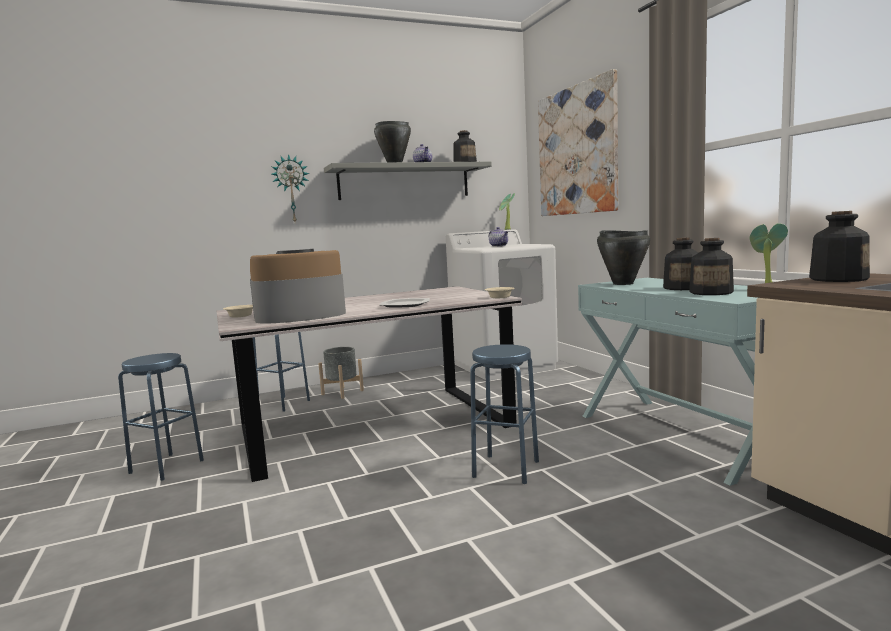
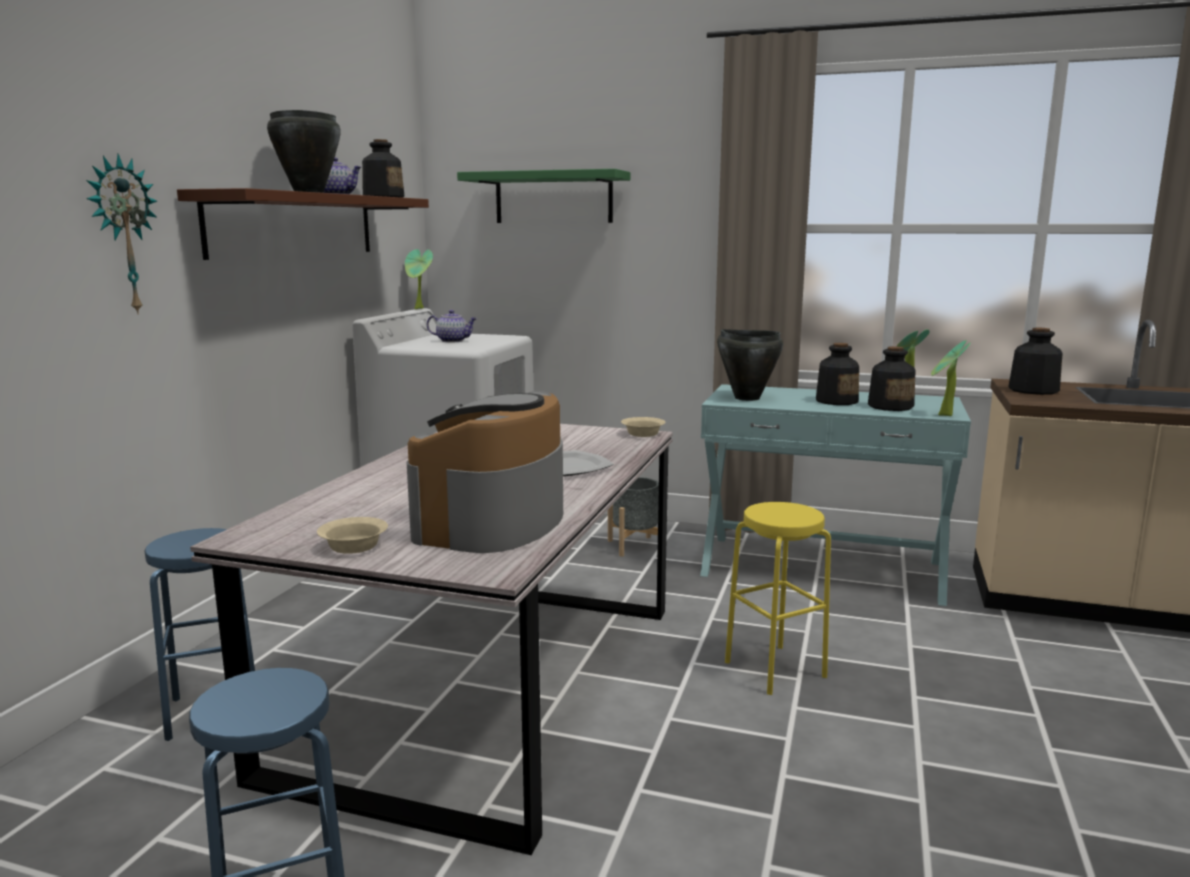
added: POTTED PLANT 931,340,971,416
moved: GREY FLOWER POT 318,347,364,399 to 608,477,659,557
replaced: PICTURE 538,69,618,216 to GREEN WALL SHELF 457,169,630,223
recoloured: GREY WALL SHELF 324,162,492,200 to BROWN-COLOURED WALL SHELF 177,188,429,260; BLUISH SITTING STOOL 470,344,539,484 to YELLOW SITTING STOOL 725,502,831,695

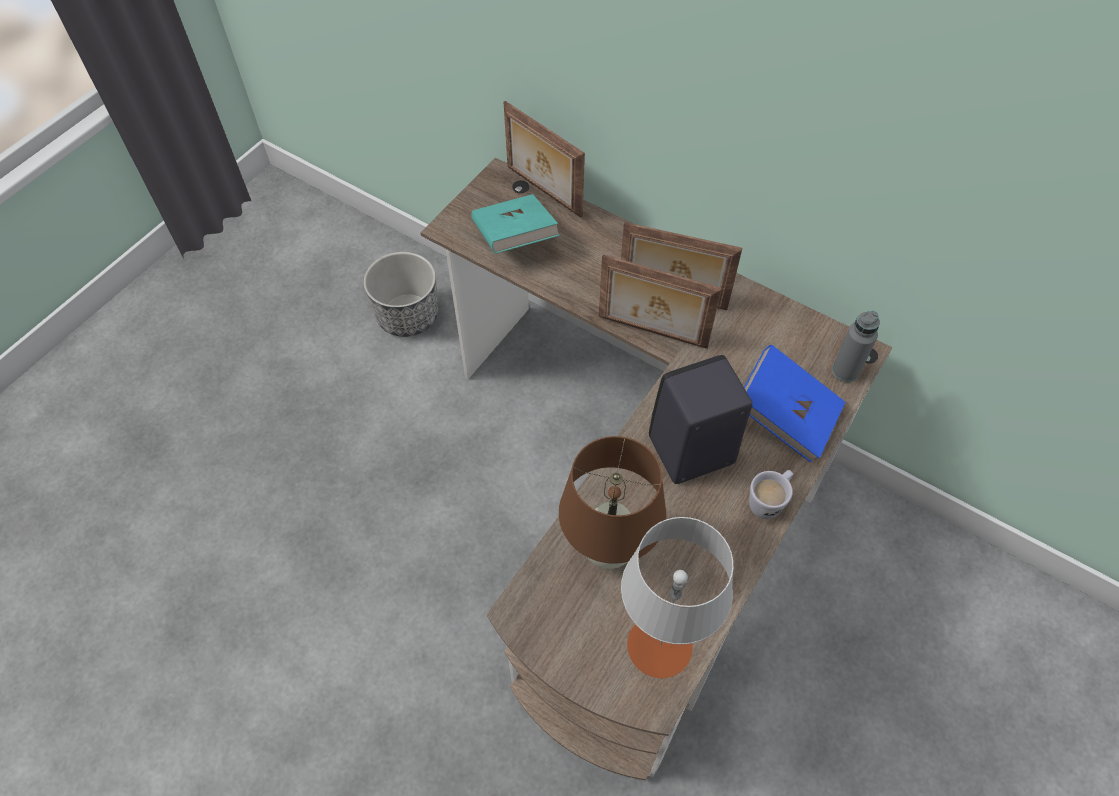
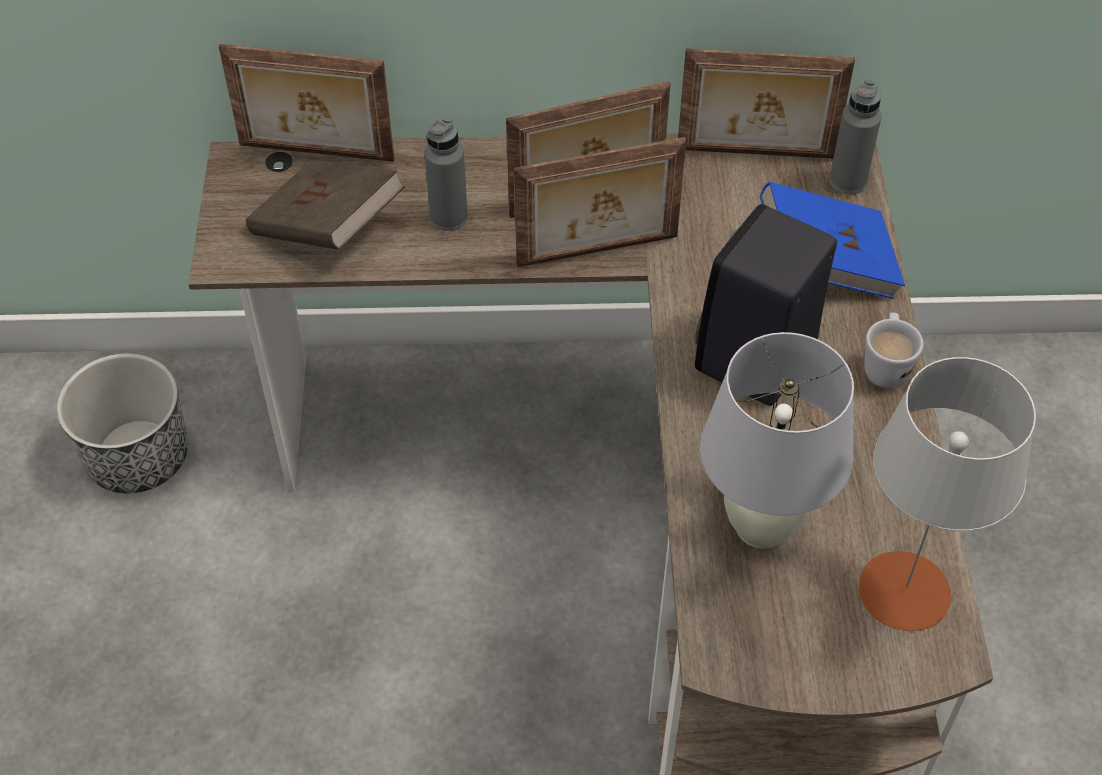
added: GREY BEVERAGE BOTTLE 424,116,468,231; PHOTO FRAME 678,49,855,158
recoloured: TURQUOISE-COLOURED VOLUME 471,194,560,254 to BROWN-COLOURED VOLUME 246,160,405,250; BROWN-COLOURED LAMP FOR A TABLE 559,436,666,569 to WHITE LAMP FOR A TABLE 700,332,854,549

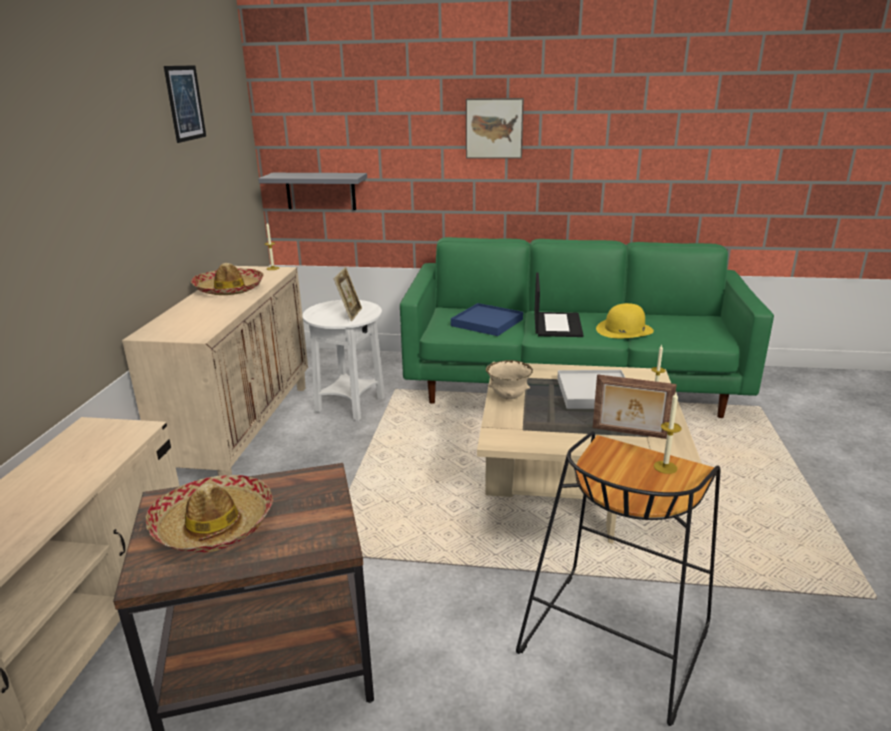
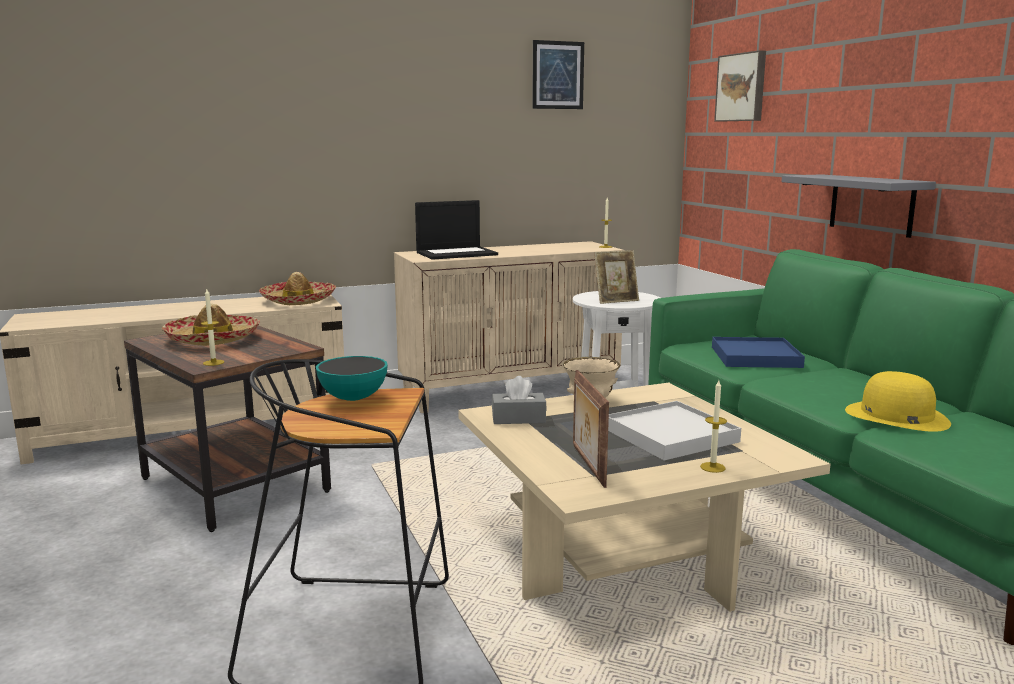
added: DEEP DISH 316,356,388,401; GREY TISSUE HOLDER 492,376,547,424
moved: CLOTHING HAT 191,263,264,295 to 259,272,336,305; GREY WALL SHELF 258,173,367,210 to 782,174,936,238; PICTURE 466,98,524,159 to 714,50,766,122; PORTABLE COMPUTER 534,273,583,337 to 415,200,498,260; CANDLE 654,392,681,474 to 201,289,224,366

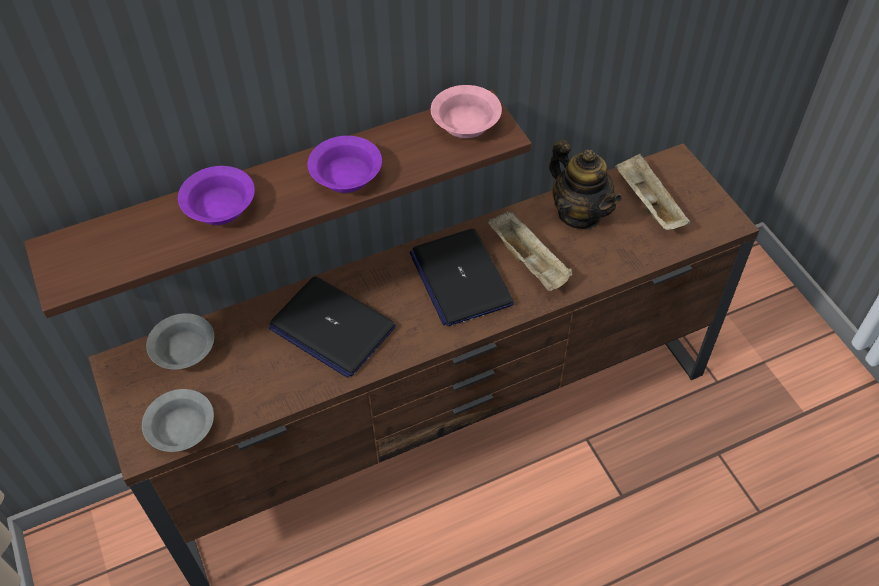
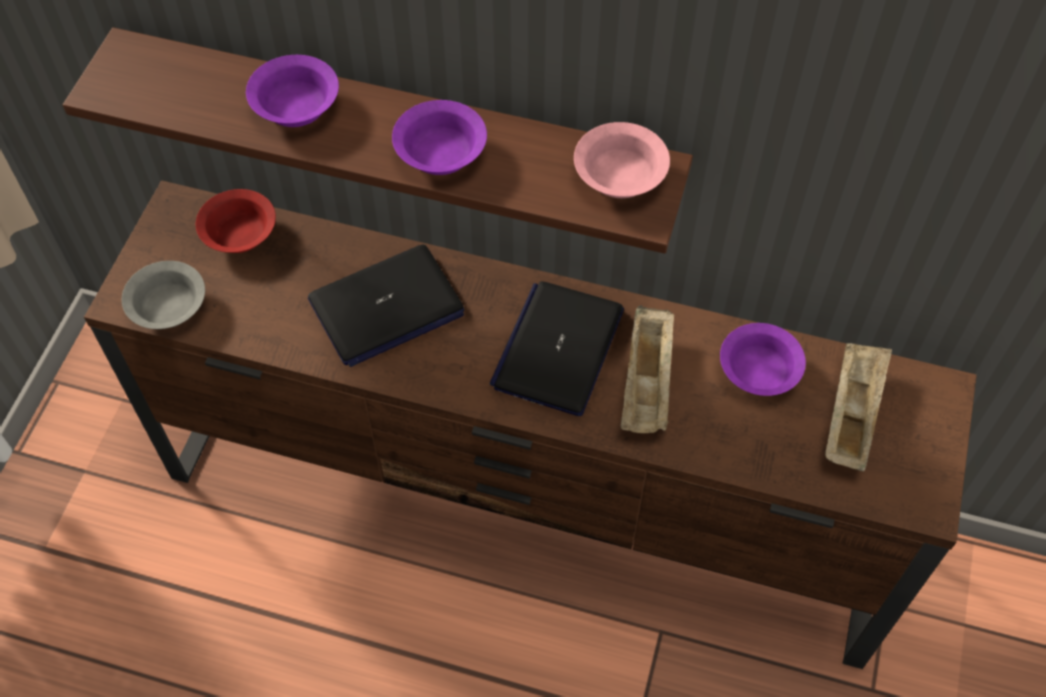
replaced: TEA POT 549,140,622,229 to PURPLE-COLOURED DEEP DISH 720,323,806,396
recoloured: GREY DEEP DISH 146,313,214,369 to RED-COLOURED DEEP DISH 196,189,276,253
turned: PORTABLE COMPUTER 269,276,396,378 = 308,244,464,367 105 degrees counterclockwise

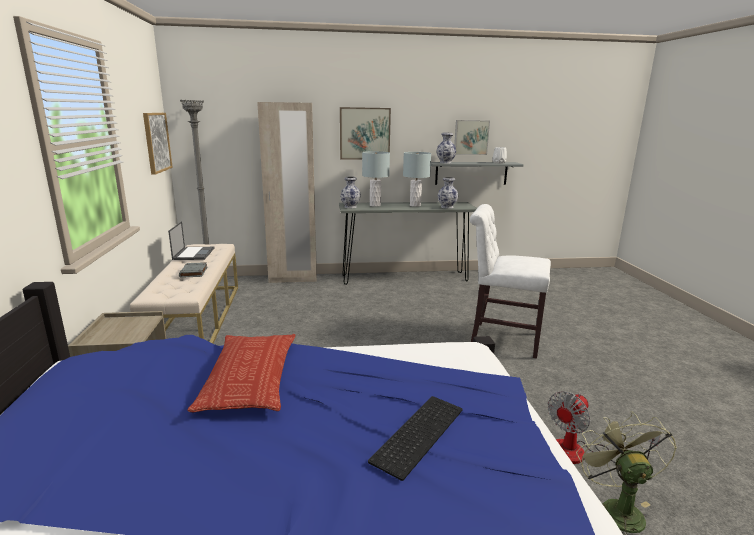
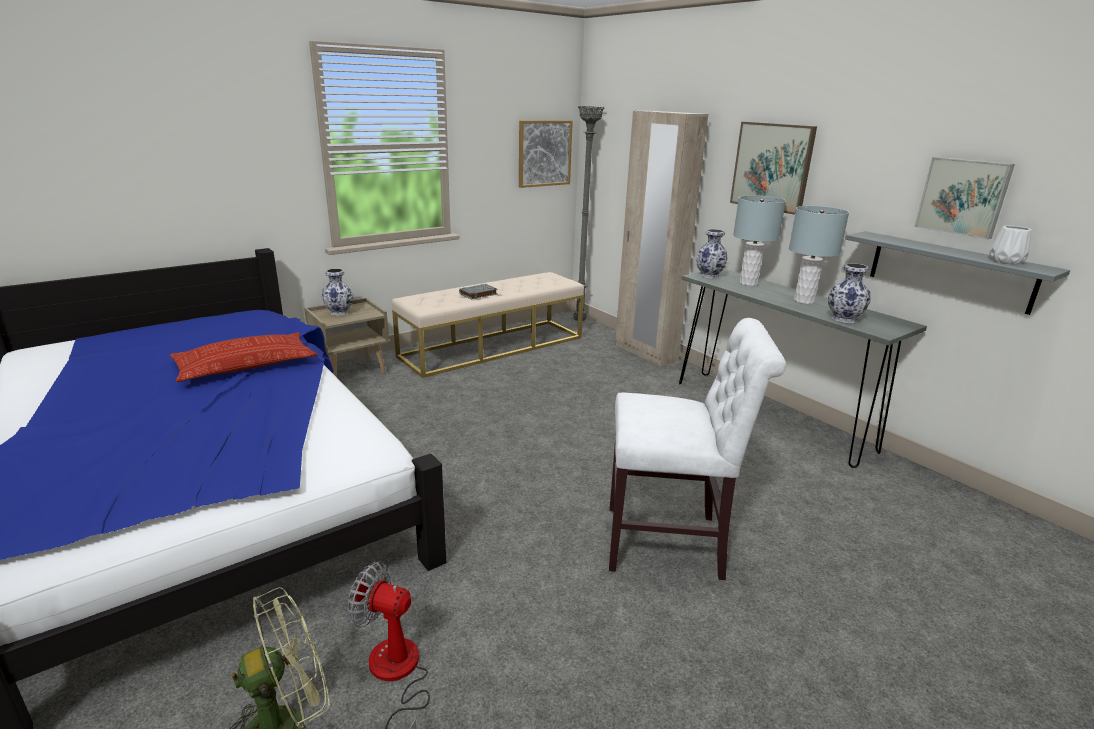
removed: PORTABLE COMPUTER 168,221,214,260; KEYBOARD 368,396,463,481
moved: DECORATIVE VASE 437,133,456,164 to 322,269,353,316
turned: WHITE CHAIR 470,204,551,359 = 609,318,786,580 105 degrees clockwise

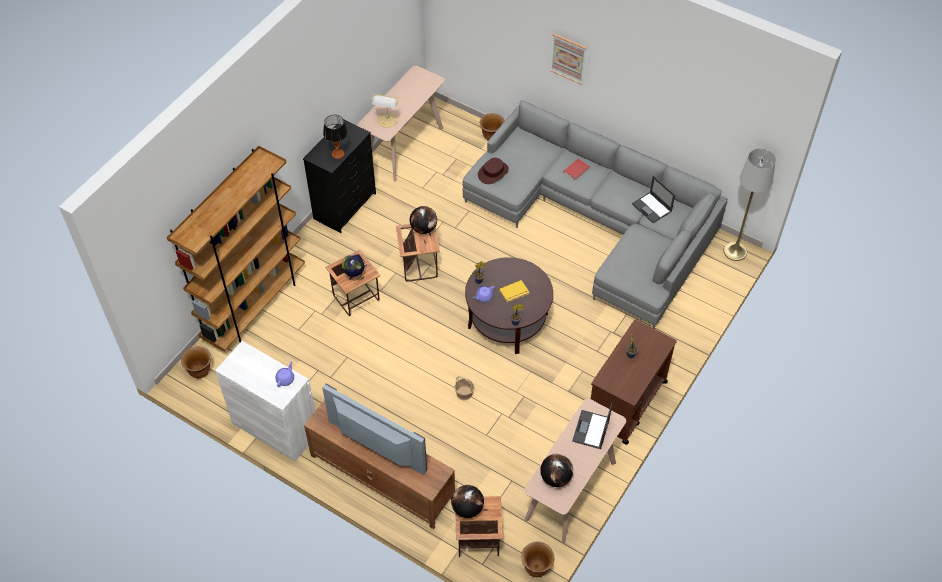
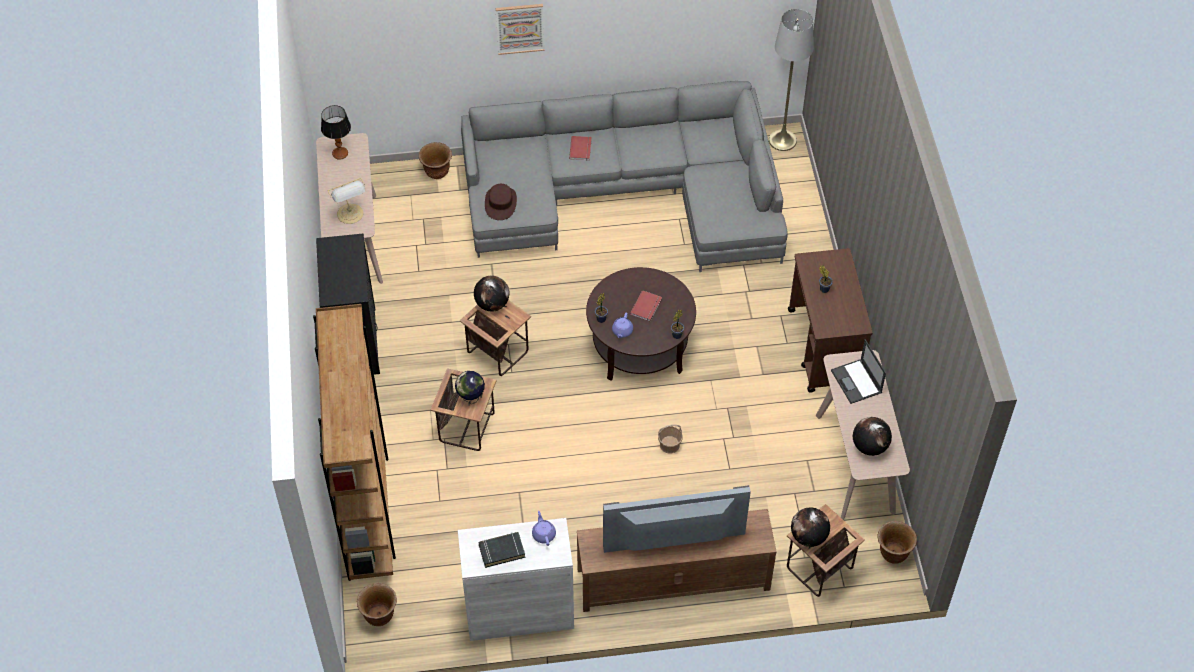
removed: PORTABLE COMPUTER 632,176,675,223
added: BLACK VOLUME 479,532,525,568
moved: LAMP FOR A TABLE 323,115,348,159 to 321,105,351,160
recoloured: YELLOW VOLUME 500,280,530,303 to RED-COLOURED VOLUME 630,290,662,321

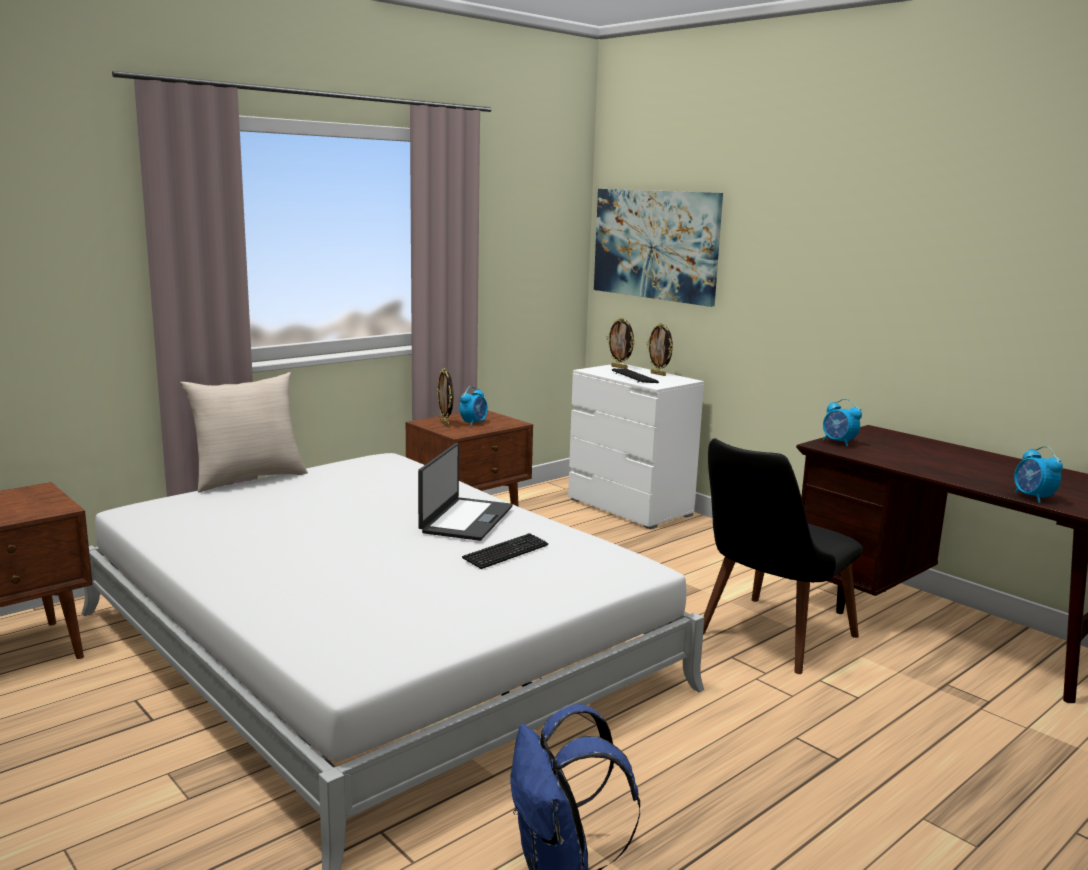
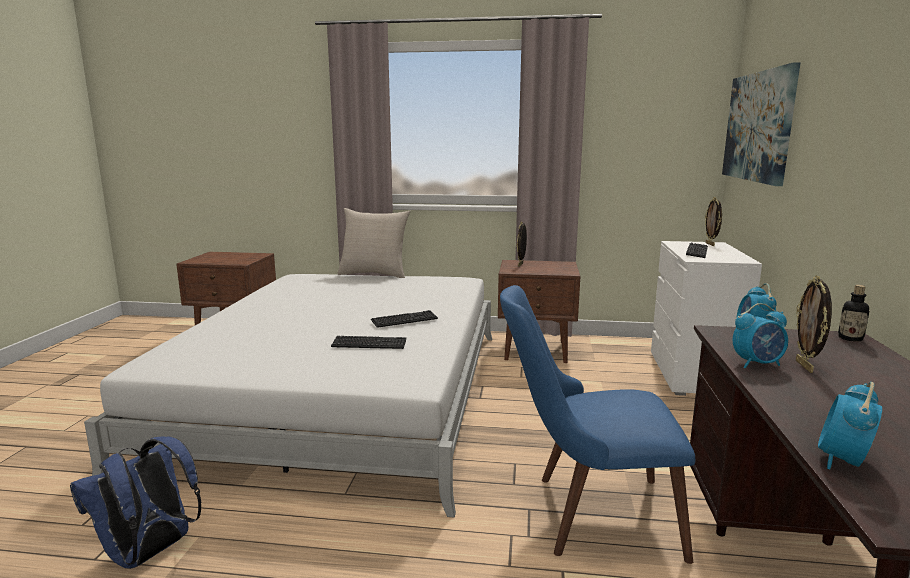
added: BEVERAGE BOTTLE 838,285,869,342
moved: BEDSIDE CLOCK 460,386,488,427 to 733,303,788,368; PHOTO FRAME 647,323,673,376 to 796,276,832,373
replaced: PORTABLE COMPUTER 418,443,512,541 to KEYBOARD 371,310,438,328
recoloured: BLACK CHAIR 703,438,863,674 to BLUISH CHAIR 500,285,696,564

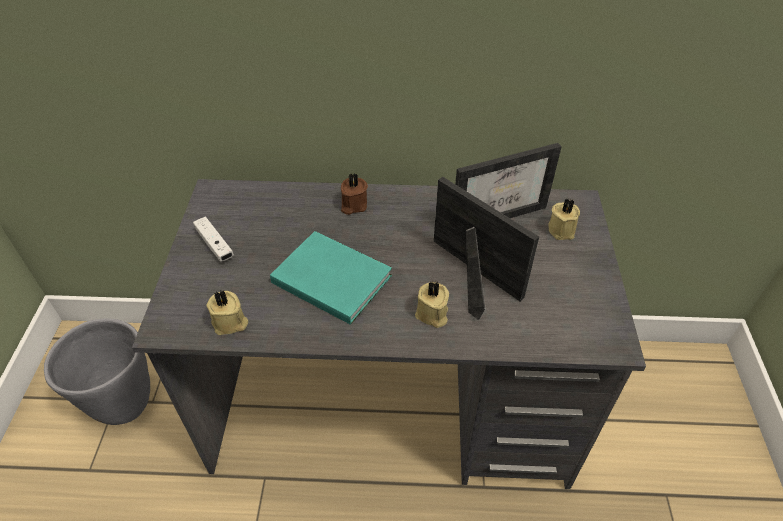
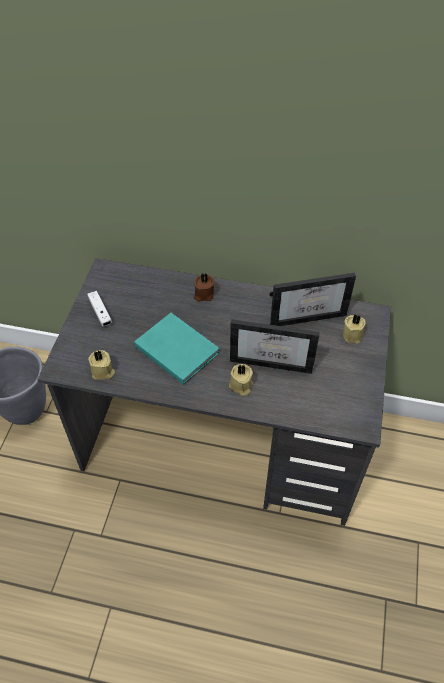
turned: PHOTO FRAME 434,177,539,320 = 230,319,320,374 135 degrees clockwise

